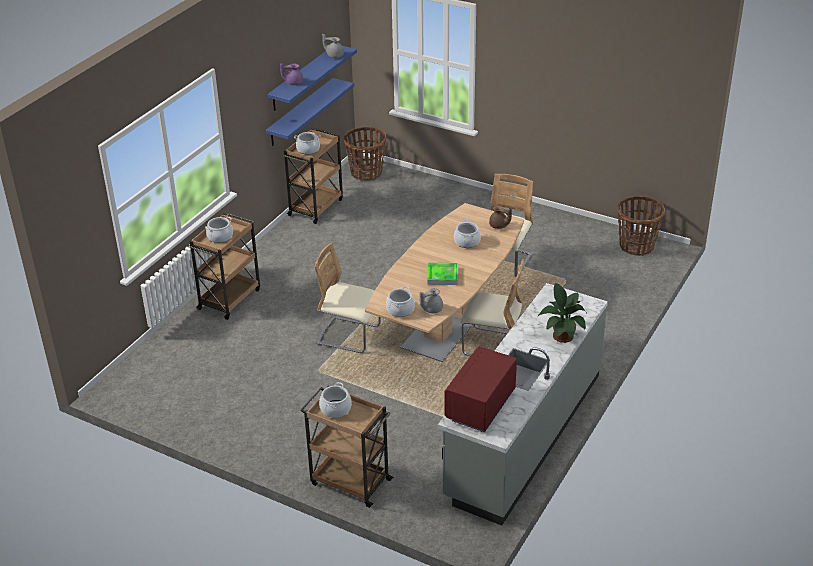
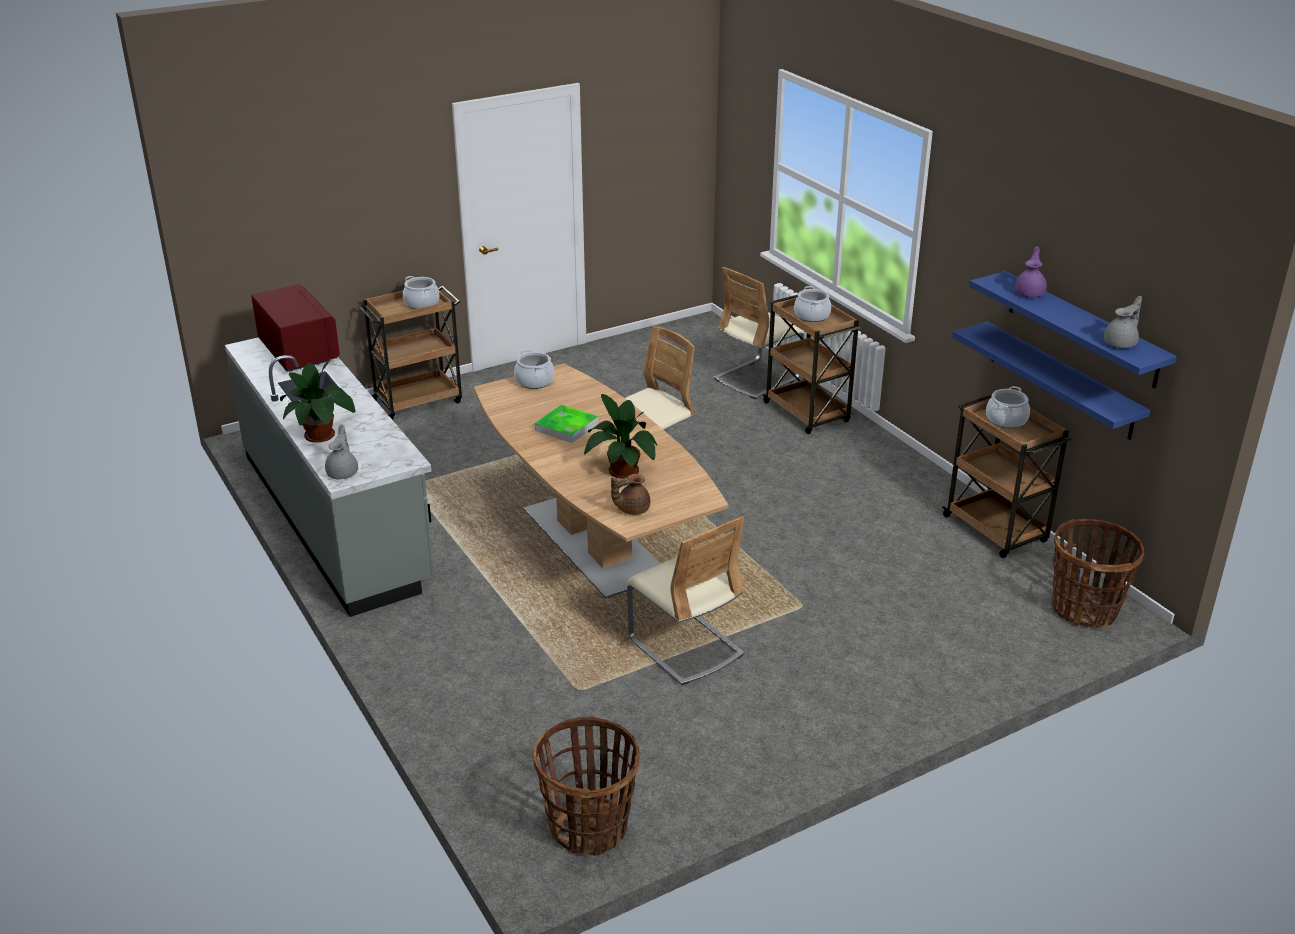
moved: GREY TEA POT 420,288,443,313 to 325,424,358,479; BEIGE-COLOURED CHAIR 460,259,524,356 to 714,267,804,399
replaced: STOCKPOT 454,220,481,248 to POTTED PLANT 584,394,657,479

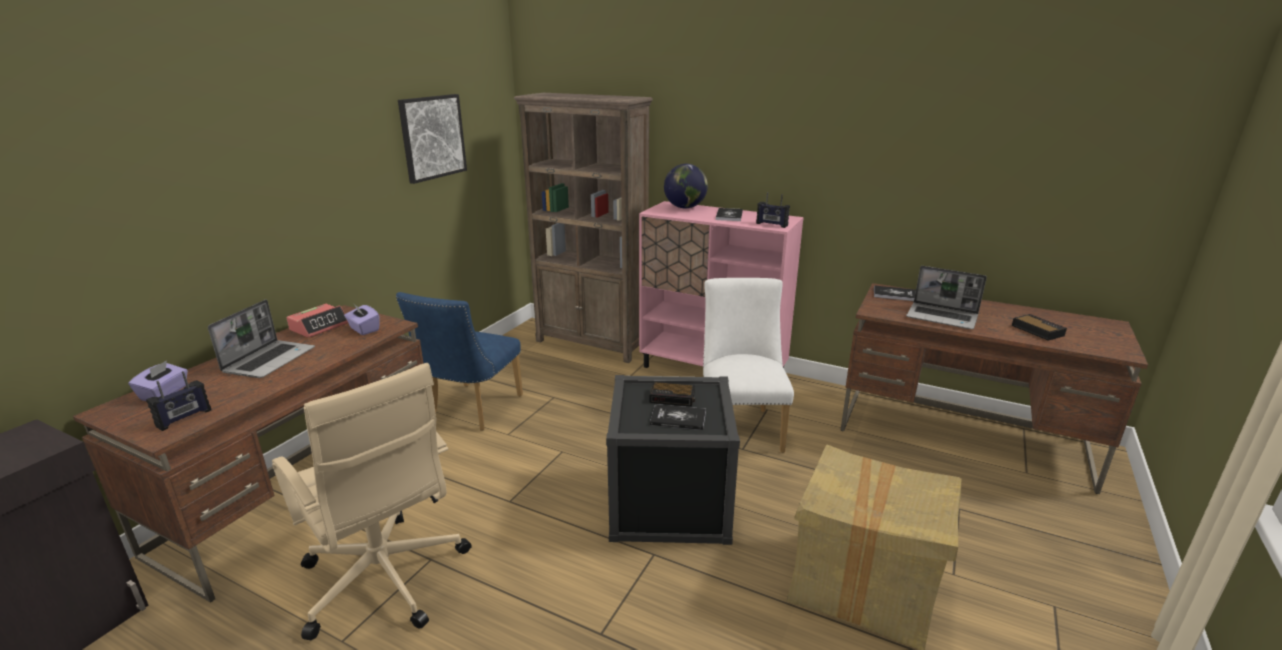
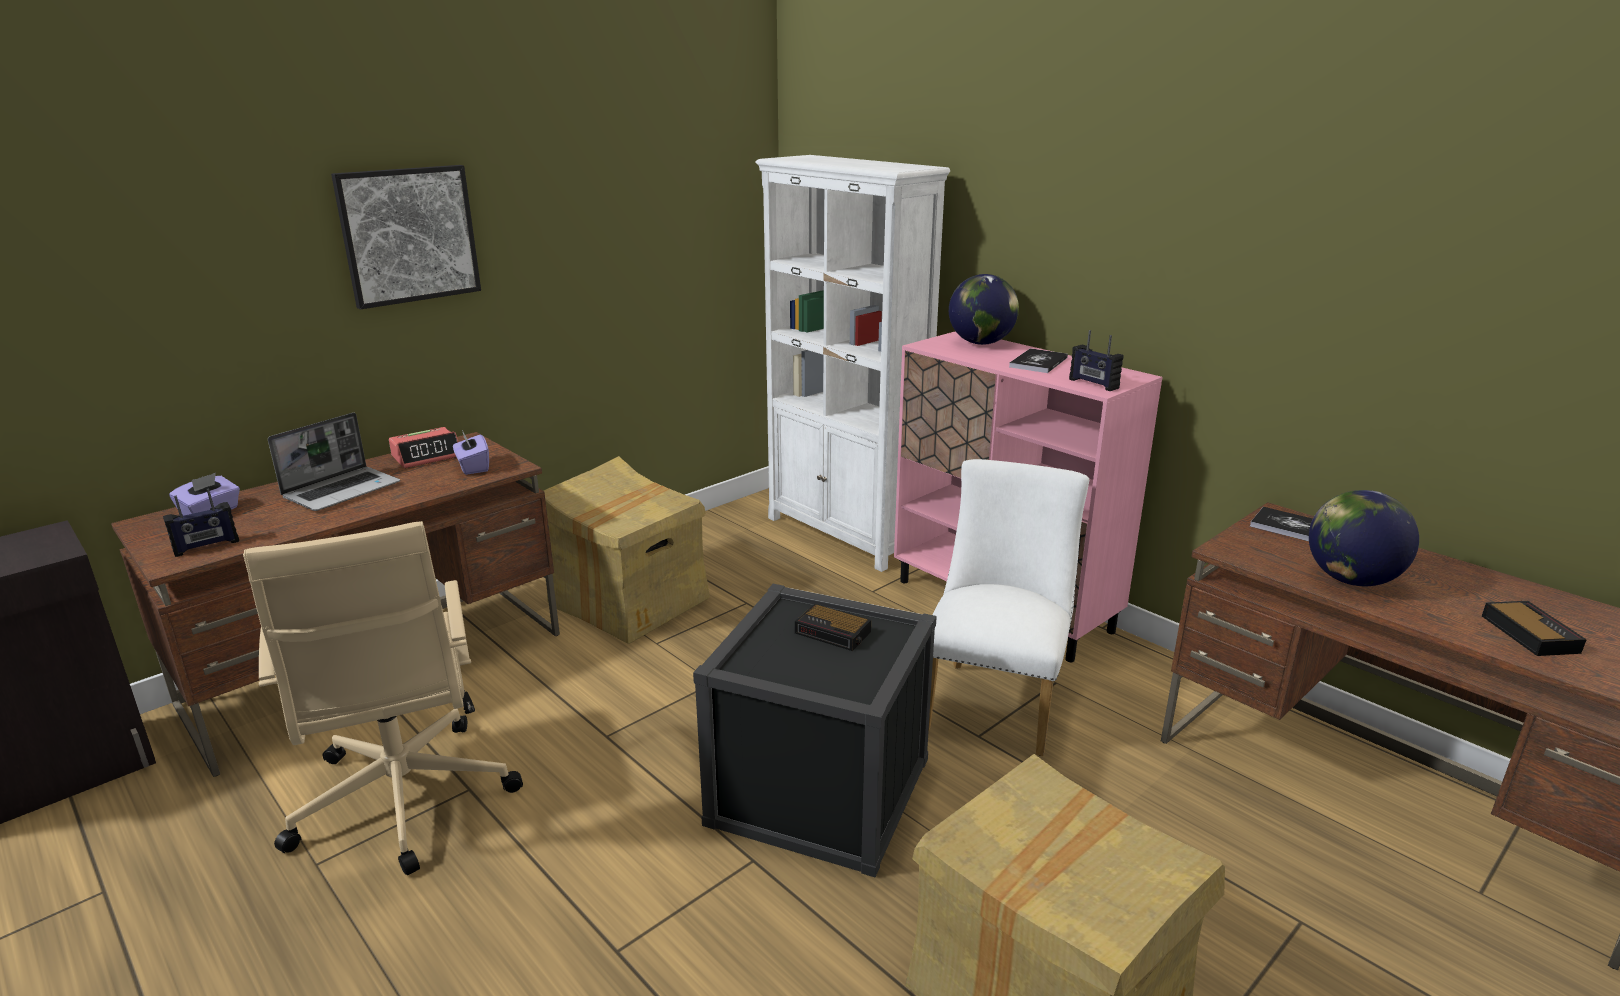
removed: VOLUME 650,404,706,430
moved: PICTURE 398,94,467,184 to 331,165,481,310
replaced: BLUISH CHAIR 396,292,523,431 to PACKING BOX 544,456,710,644; PORTABLE COMPUTER 906,266,987,329 to DESK GLOBE 1309,490,1419,586
recoloured: BROWN-COLOURED SHELVING UNIT 514,93,653,363 to WHITE SHELVING UNIT 755,155,950,572

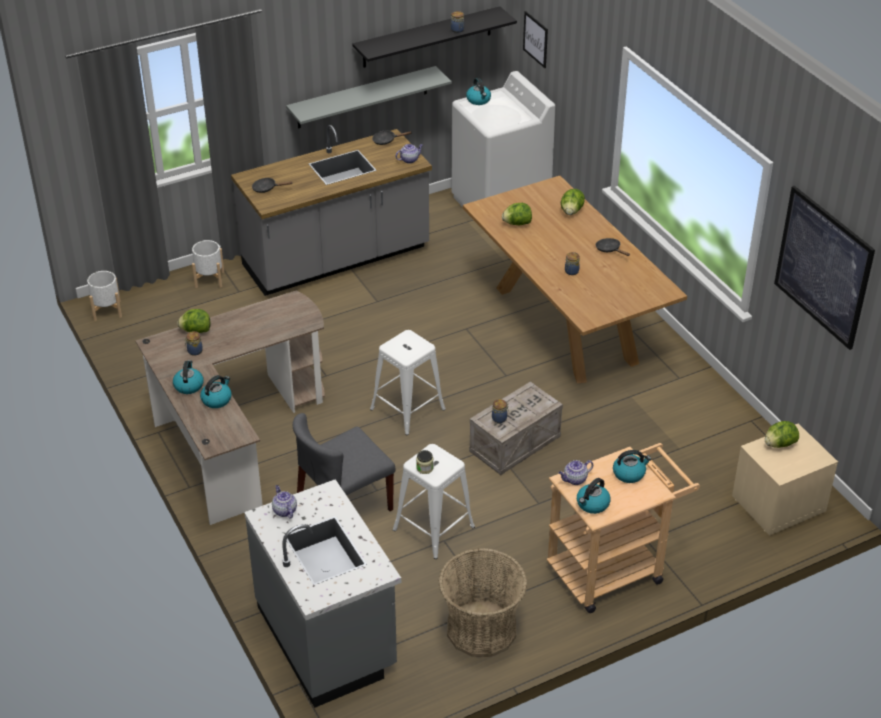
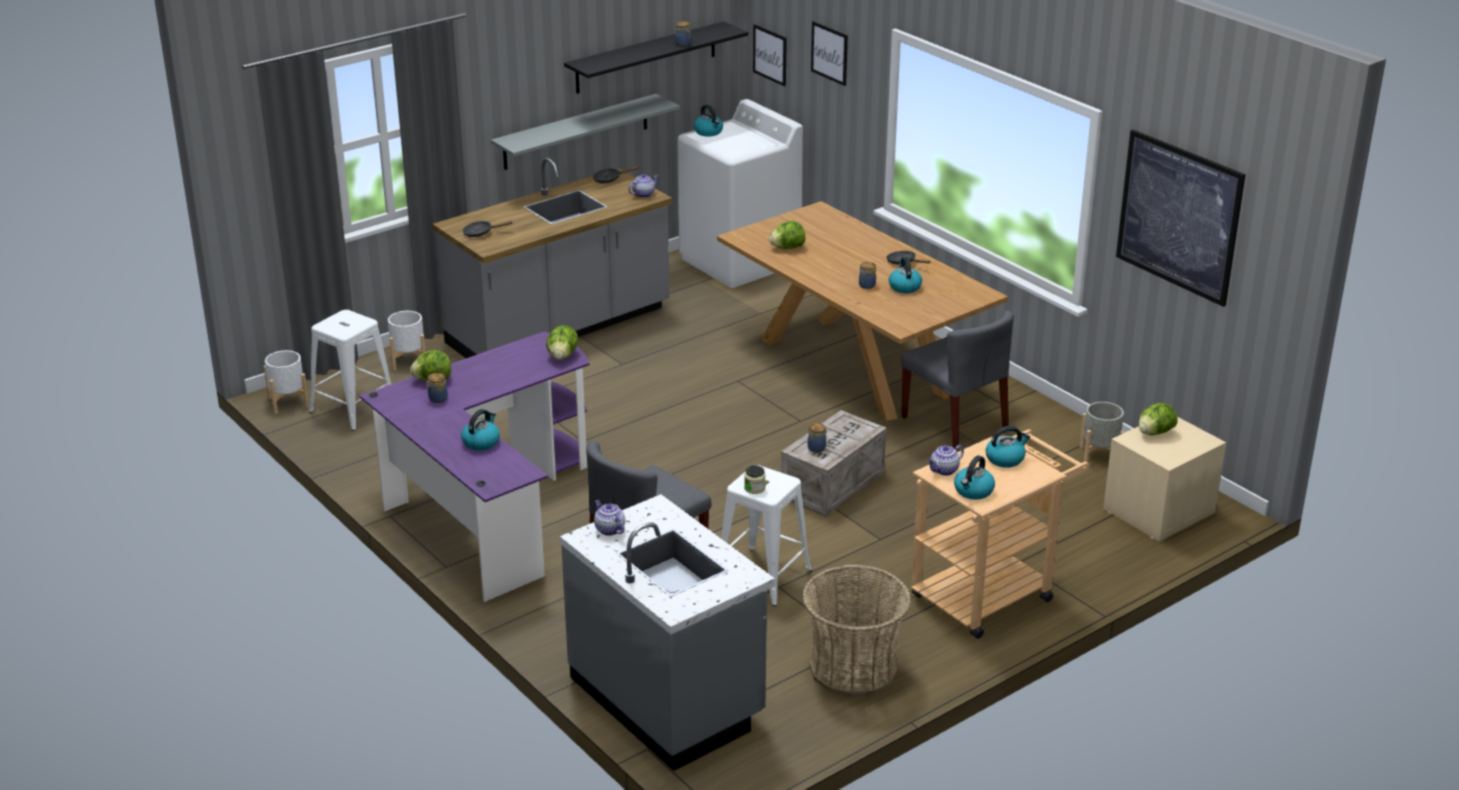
added: PICTURE 811,21,848,86; GREY CHAIR 901,311,1014,452; GREY FLOWER POT 1080,402,1125,462
moved: TEA KETTLE 173,360,204,394 to 889,257,922,293; WHITE SITTING STOOL 370,330,446,435 to 309,310,391,431; LETTUCE 561,189,585,215 to 546,325,578,360
recoloured: BROWN-COLOURED DESK UNIT 135,290,325,525 to PURPLE-COLOURED DESK UNIT 360,332,589,602

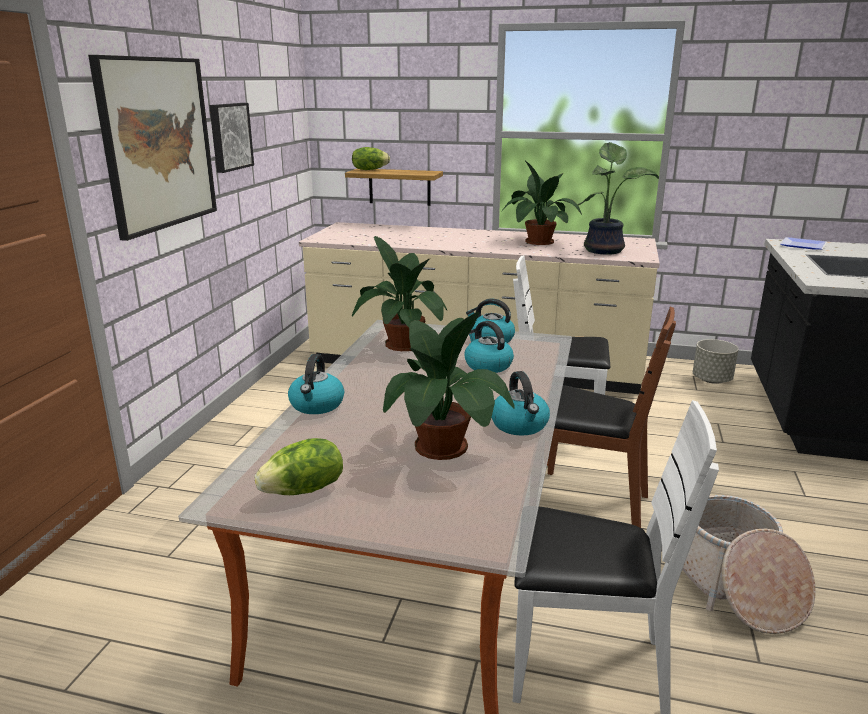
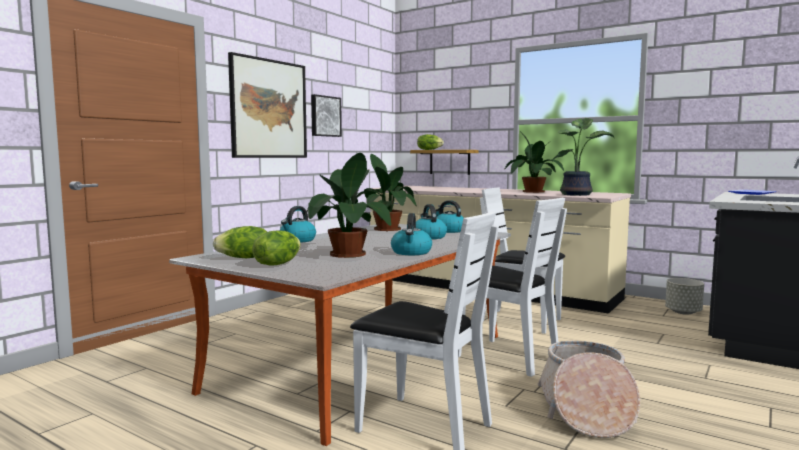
added: LETTUCE 252,231,301,266
recoloured: BROWN-COLOURED CHAIR 548,307,676,528 to WHITE CHAIR 458,198,567,377

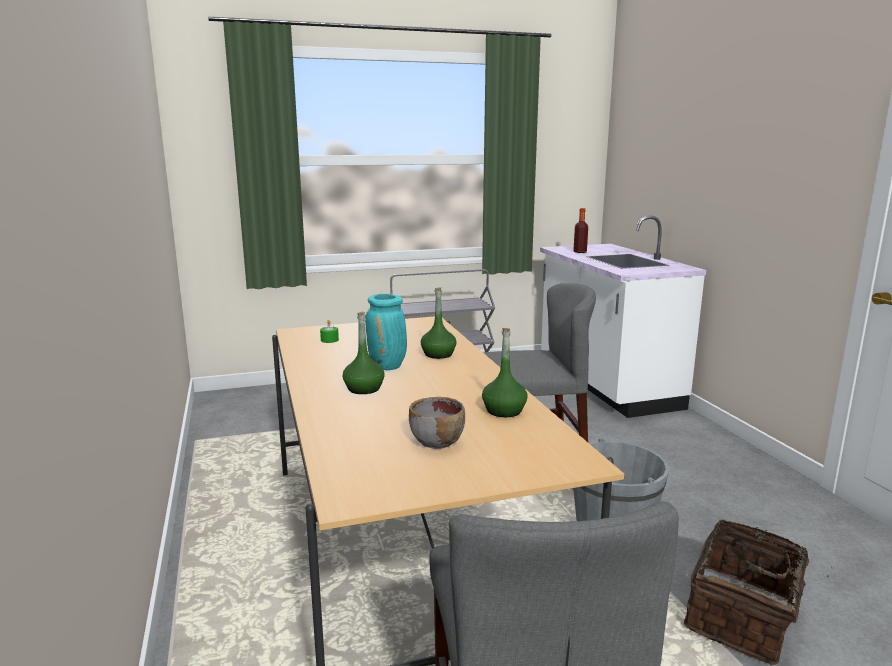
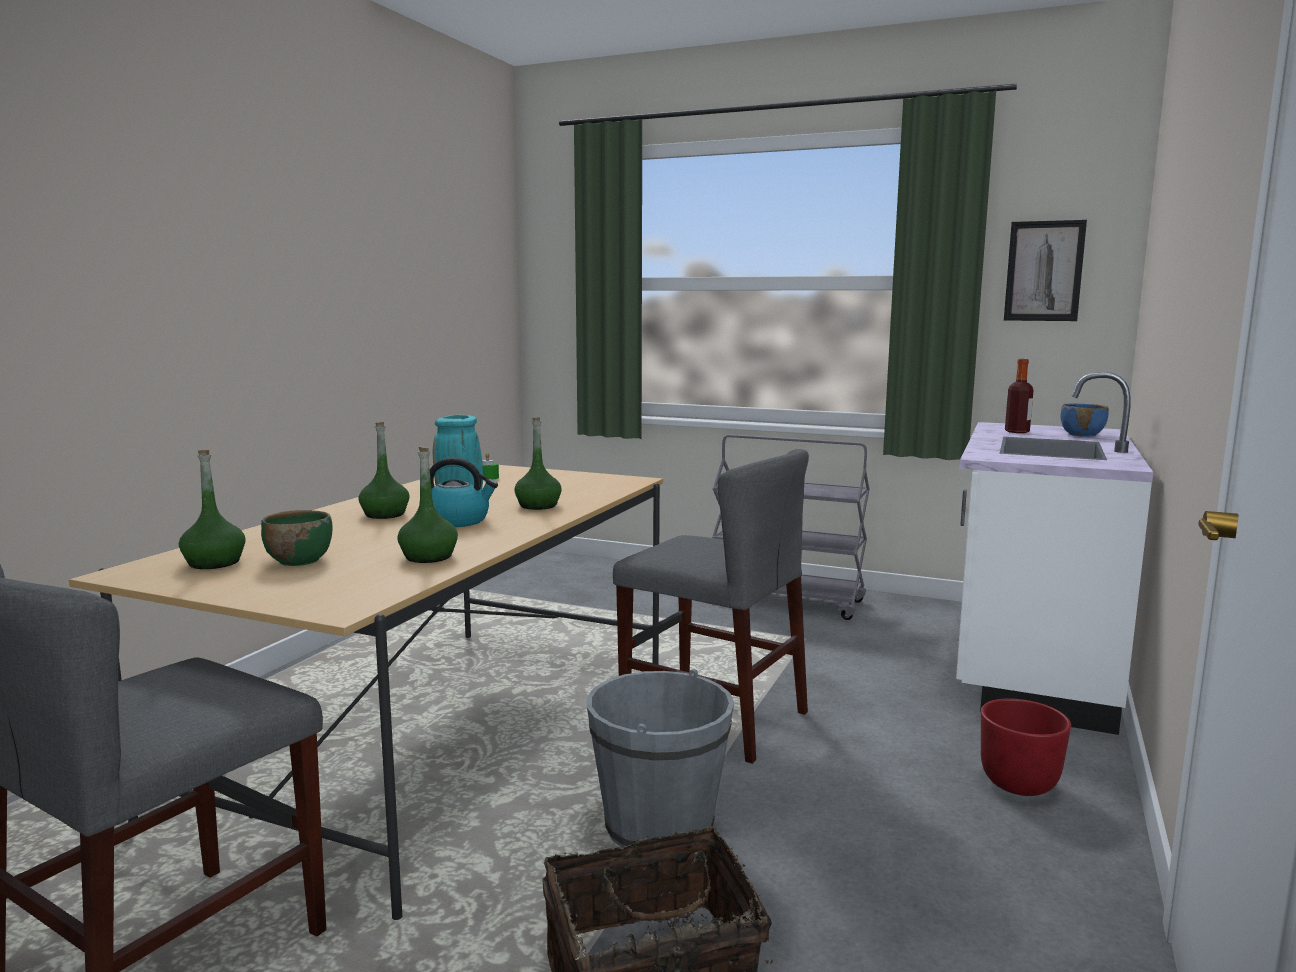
added: GREEN BEVERAGE BOTTLE 179,450,246,569; TEA KETTLE 430,458,498,527; RED-COLOURED FLOWER POT 981,699,1071,796; PICTURE 1004,220,1087,321; BLUISH DEEP DISH 1060,404,1109,437
recoloured: GREY DEEP DISH 409,397,465,449 to GREEN DEEP DISH 261,510,332,566

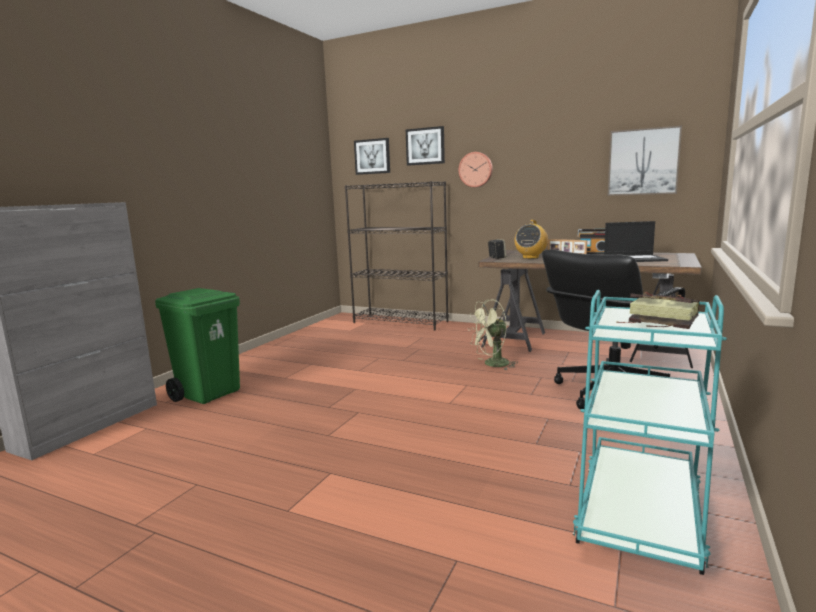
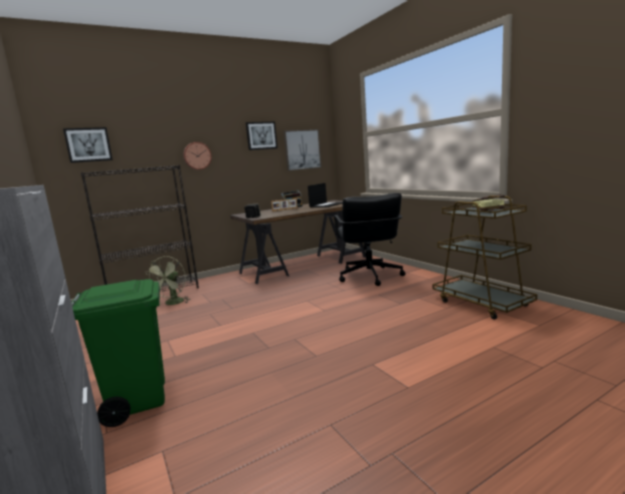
removed: RADIO RECEIVER 514,220,548,259
moved: PICTURE 406,126,445,166 to 246,122,278,150; GREEN COOLING FAN 469,299,518,370 to 145,256,191,305
recoloured: TURQUOISE-COLOURED CART 573,290,727,575 to BROWN-COLOURED CART 433,196,537,320

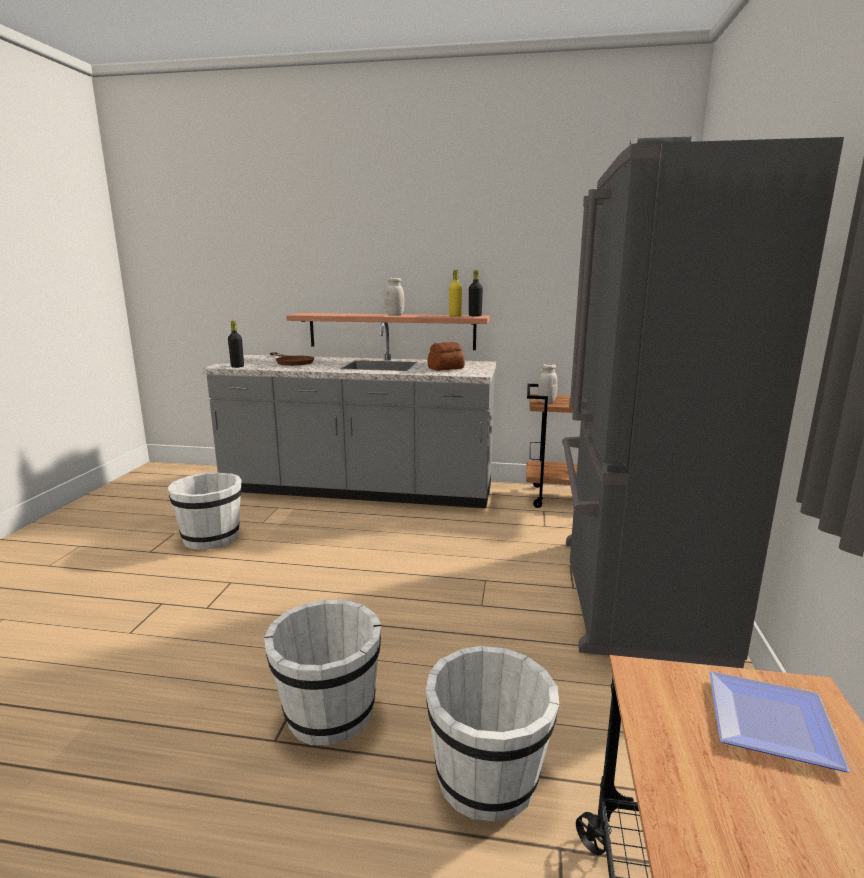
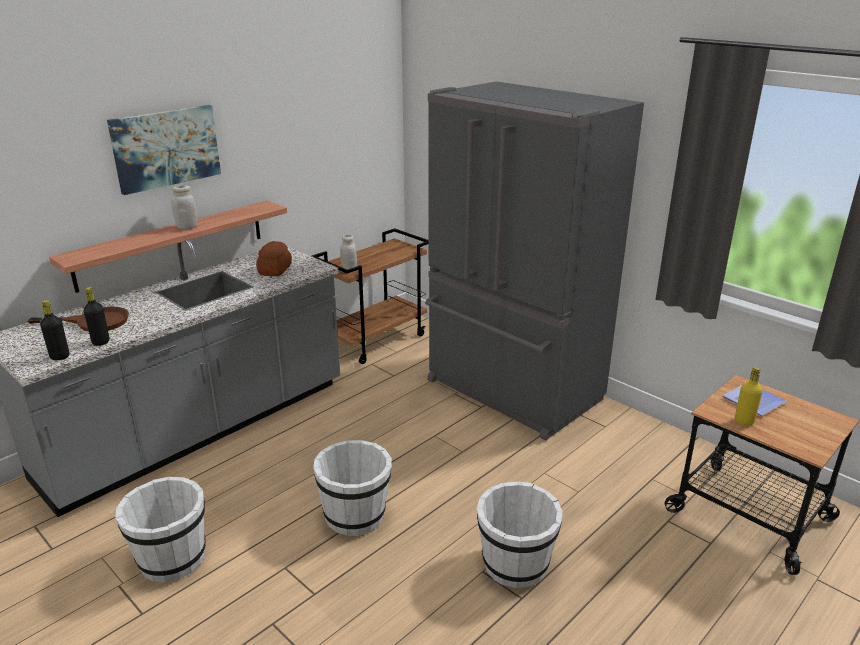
added: PICTURE 107,105,221,195
moved: WHITE PAIL 426,645,559,822 to 313,440,391,536; YELLOW BEVERAGE BOTTLE 449,270,462,317 to 735,367,763,426; BLACK BEVERAGE BOTTLE 469,270,483,316 to 84,287,109,346

